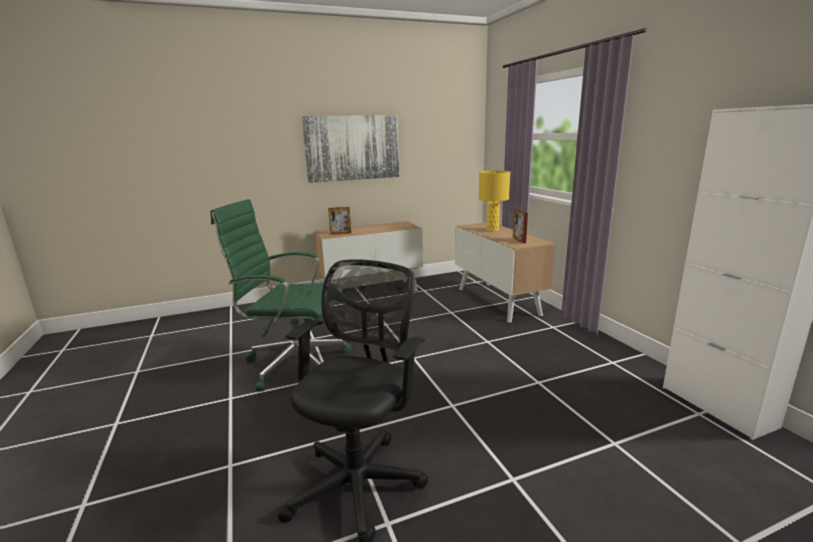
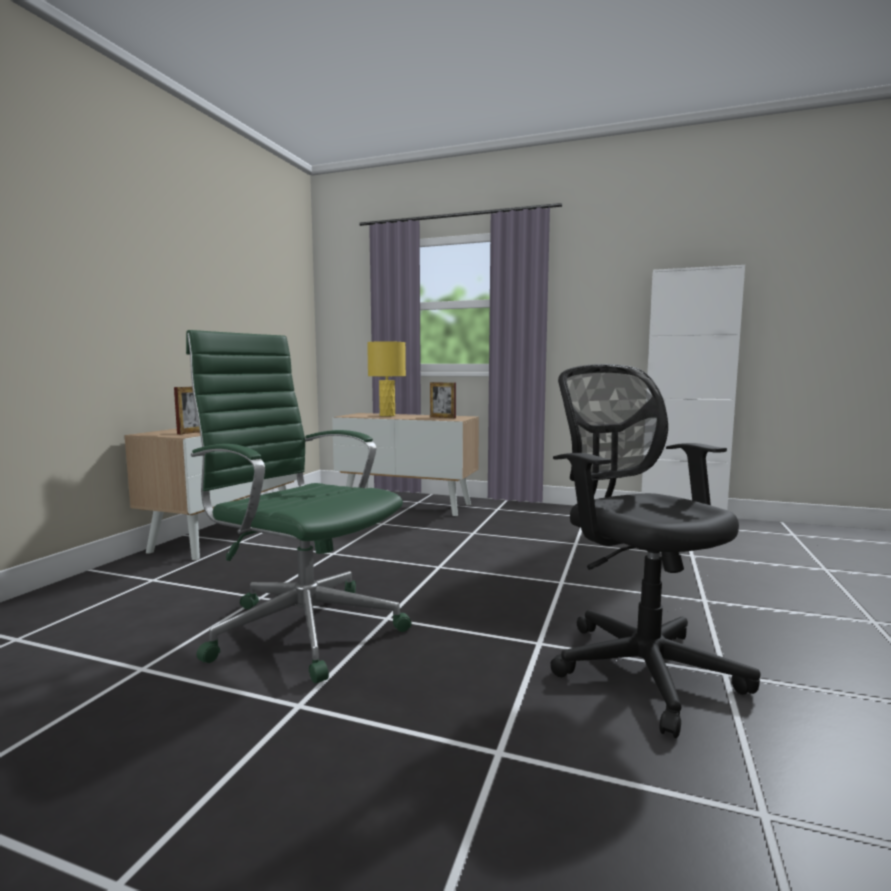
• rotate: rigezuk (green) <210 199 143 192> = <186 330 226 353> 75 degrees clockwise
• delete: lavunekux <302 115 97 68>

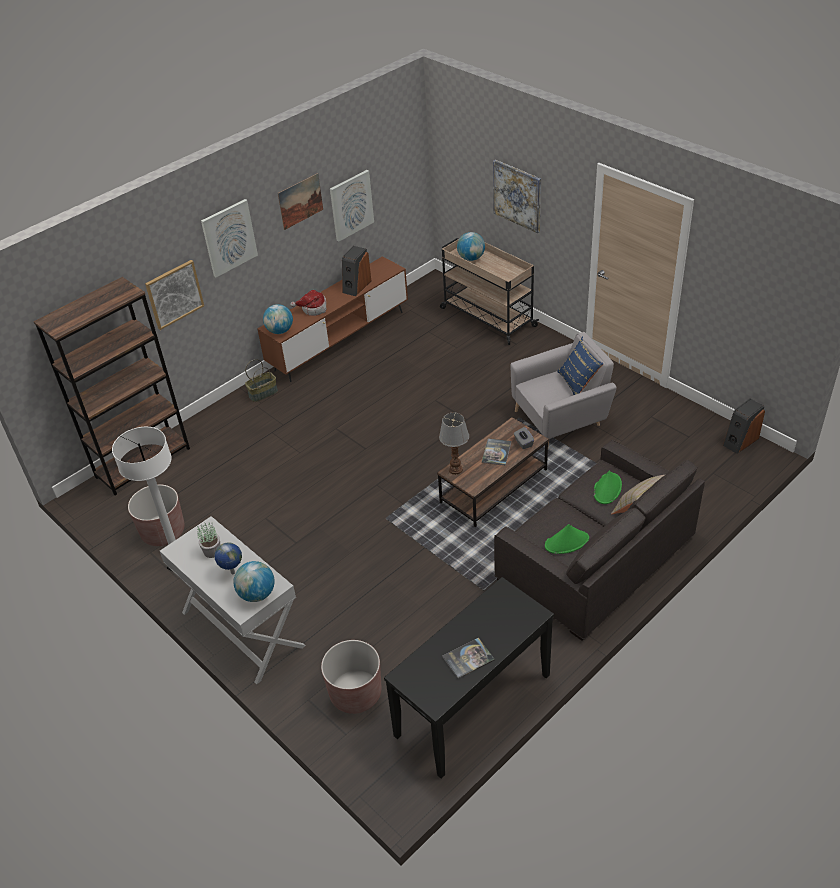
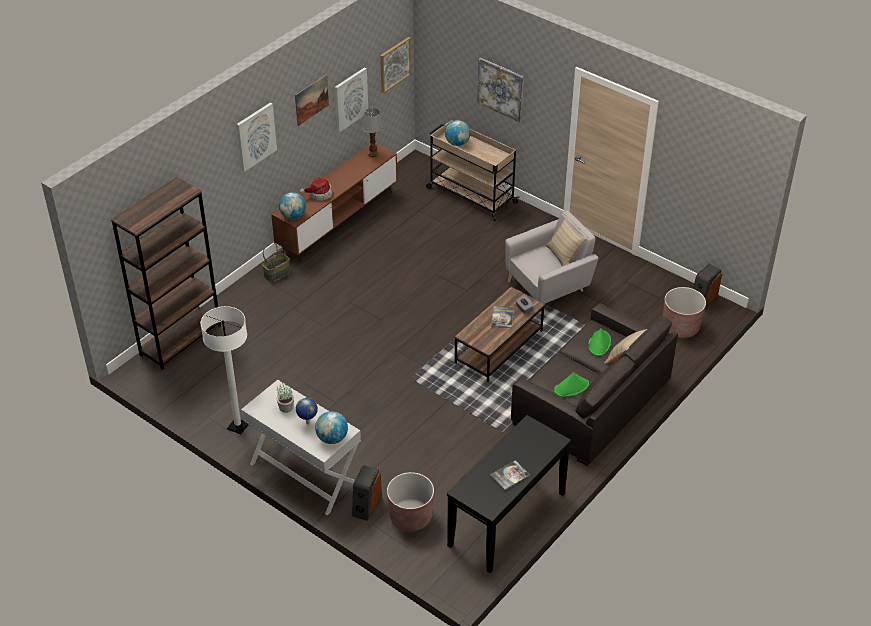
• move: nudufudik <342 246 29 50> to <352 465 30 56>
• move: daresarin <439 413 30 62> to <361 108 23 50>
• move: lavunekux <145 260 59 70> to <380 37 31 56>
• recolor: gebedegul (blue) <557 337 46 58> to gebedegul (beige) <545 215 42 51>
• move: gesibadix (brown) <128 484 57 62> to <663 287 43 51>

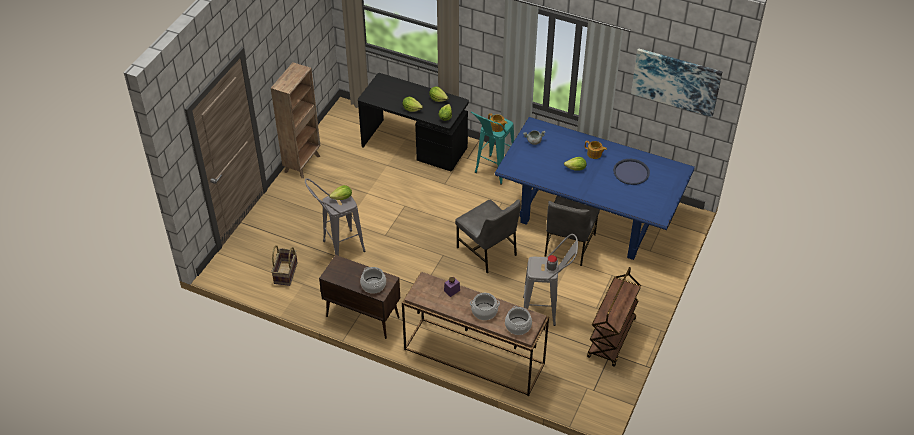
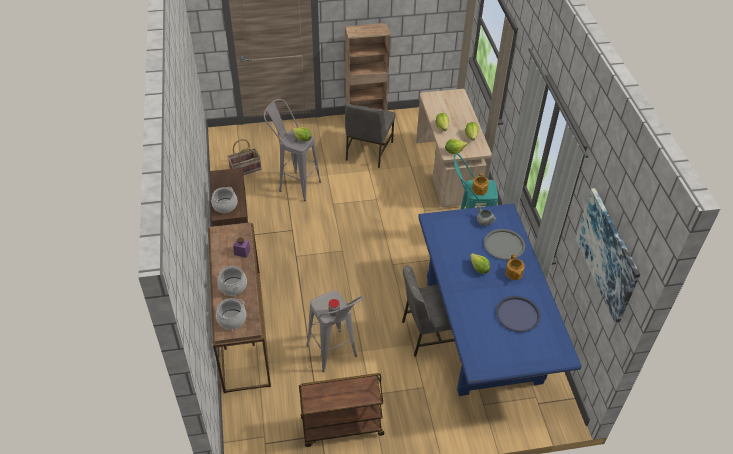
• move: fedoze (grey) <455 200 66 73> to <345 102 51 66>
• recolor: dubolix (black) <358 73 111 98> to dubolix (beige) <416 89 76 118>
• insert: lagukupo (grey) <484 229 41 31>

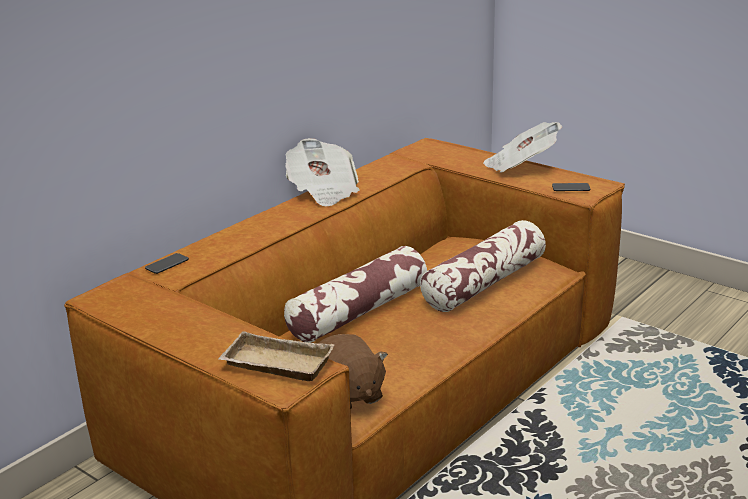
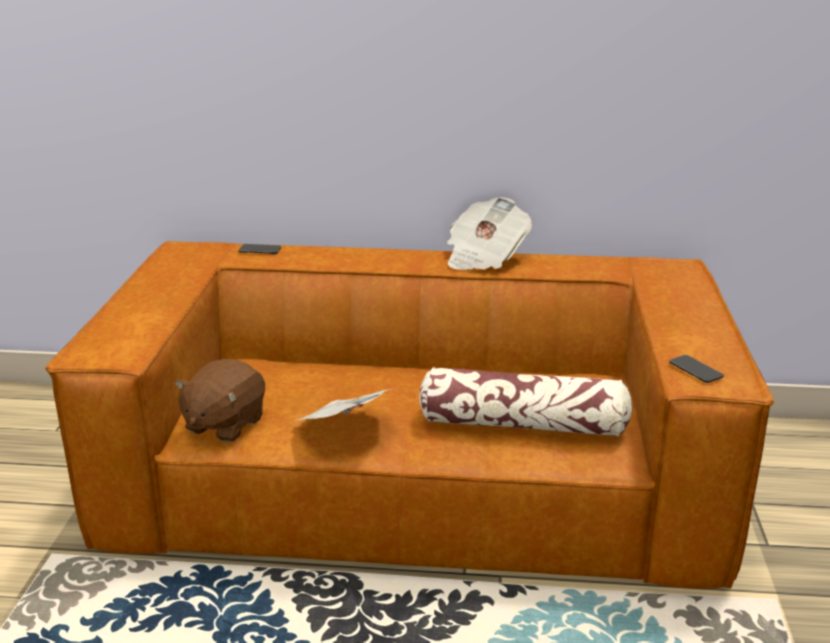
• move: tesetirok <483 122 79 50> to <295 388 99 33>
• delete: lagukupo (beige) <218 331 117 50>
• delete: gebedegul <284 246 143 97>

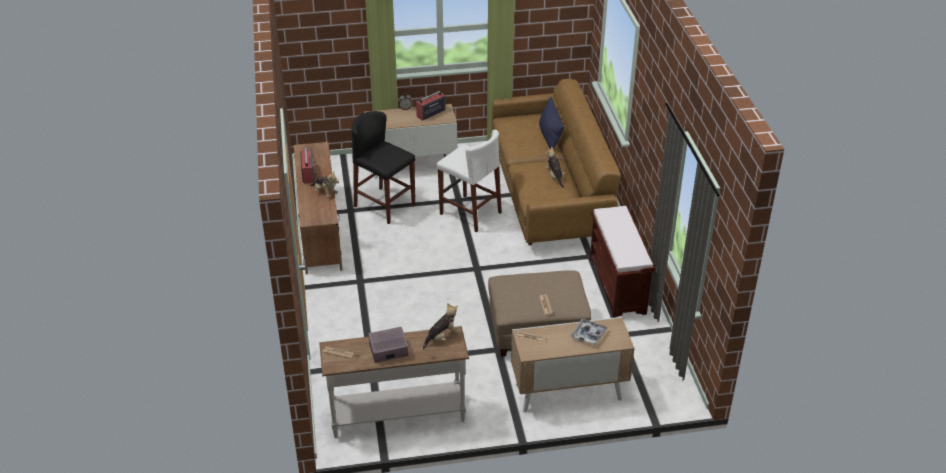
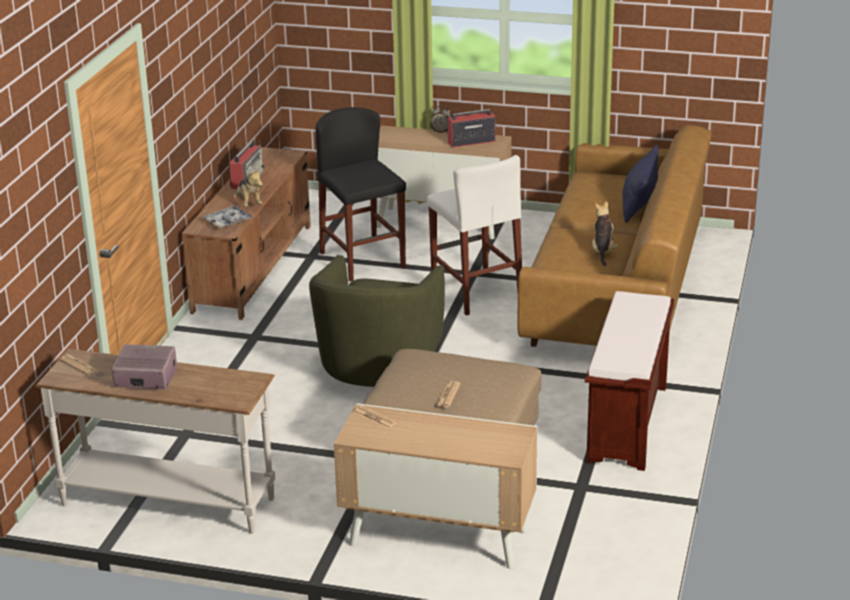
• move: lagukupo <571 319 37 27> to <202 206 52 23>
• insert: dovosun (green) <309 255 136 132>
• delete: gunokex <423 303 36 46>

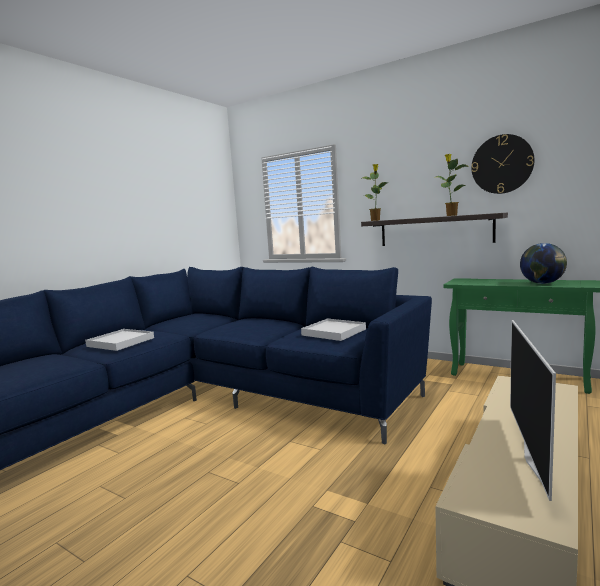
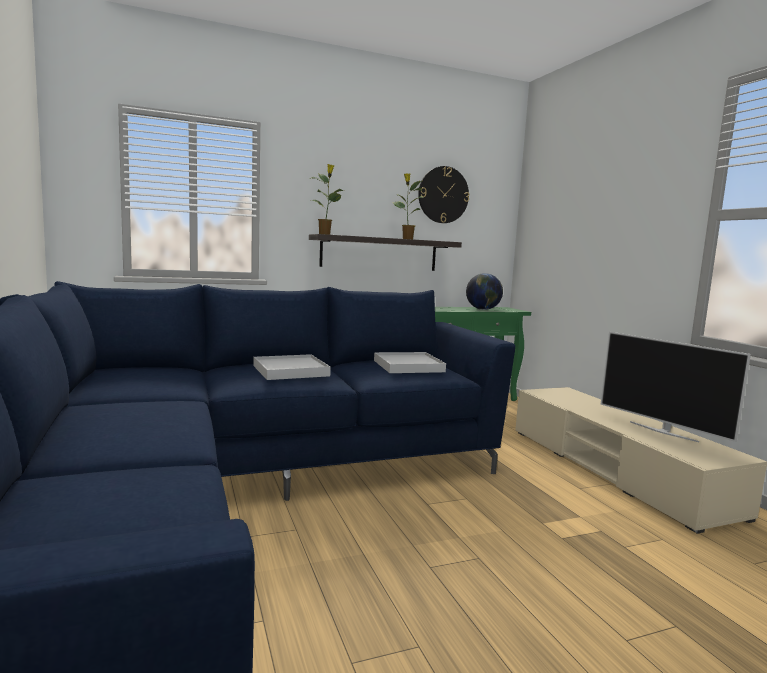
• move: lagukupo (white) <85 329 69 22> to <253 354 78 26>

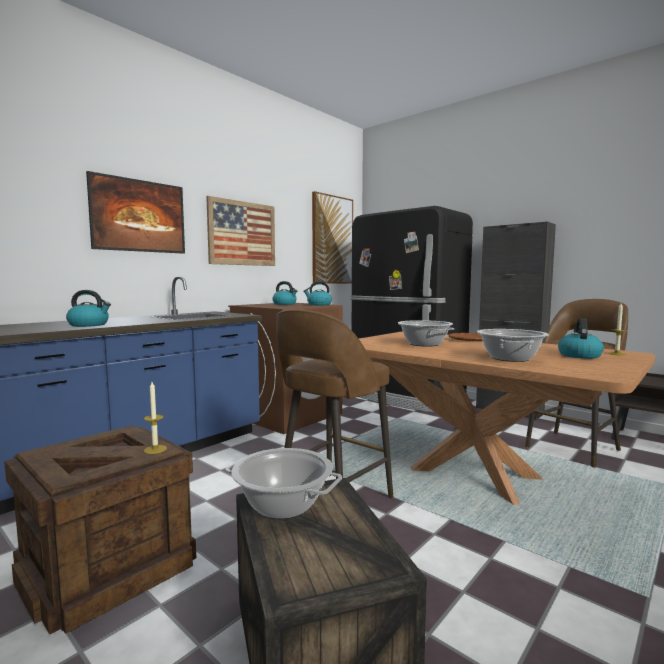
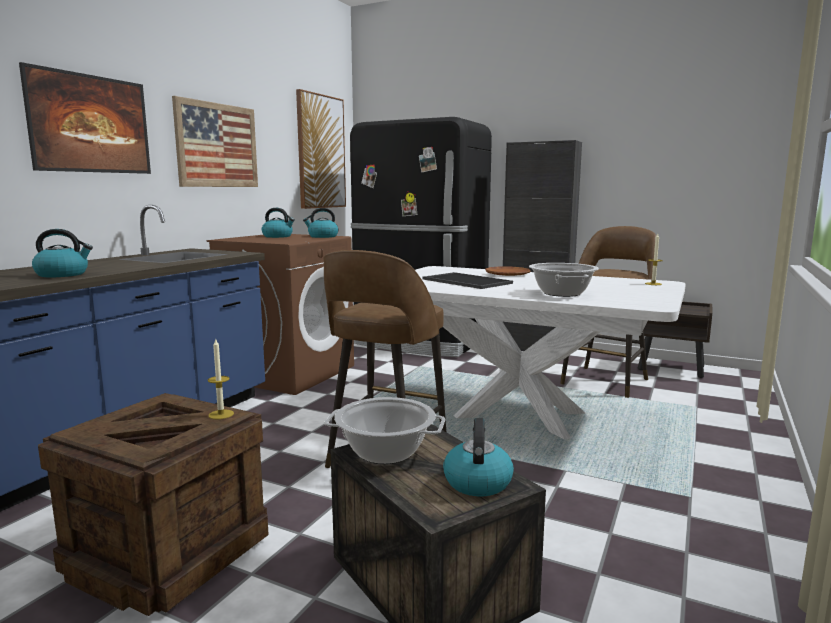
• recolor: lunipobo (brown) <359 331 296 174> to lunipobo (white) <415 266 271 173>
• replace: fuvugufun <398 320 56 27> to lagukupo <423 272 90 17>
• move: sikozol <558 318 46 41> to <443 418 71 78>

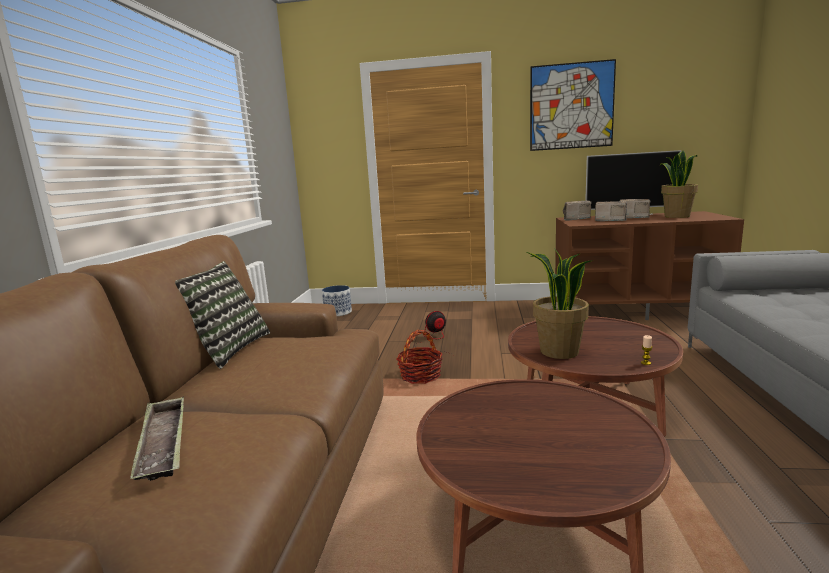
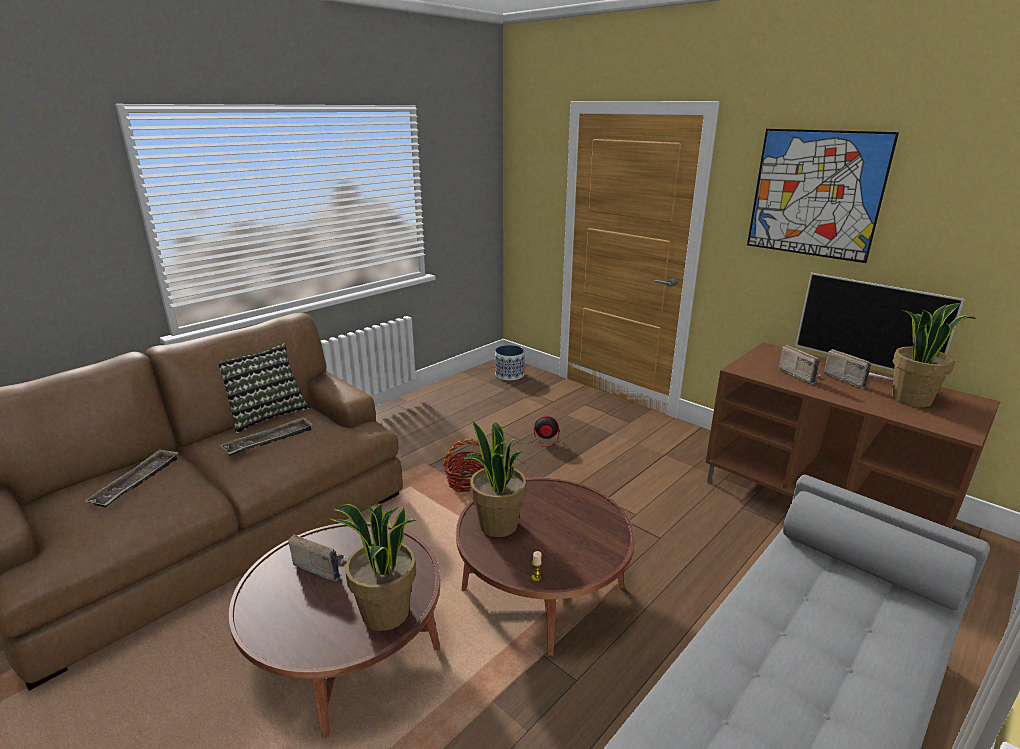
• insert: lagukupo <221 417 92 39>
• move: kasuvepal <563 201 28 20> to <288 534 59 48>
• insert: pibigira <328 503 88 128>

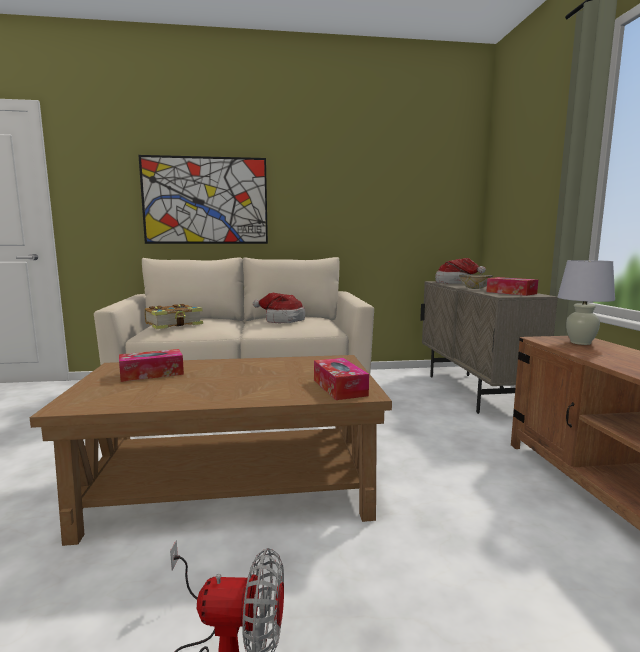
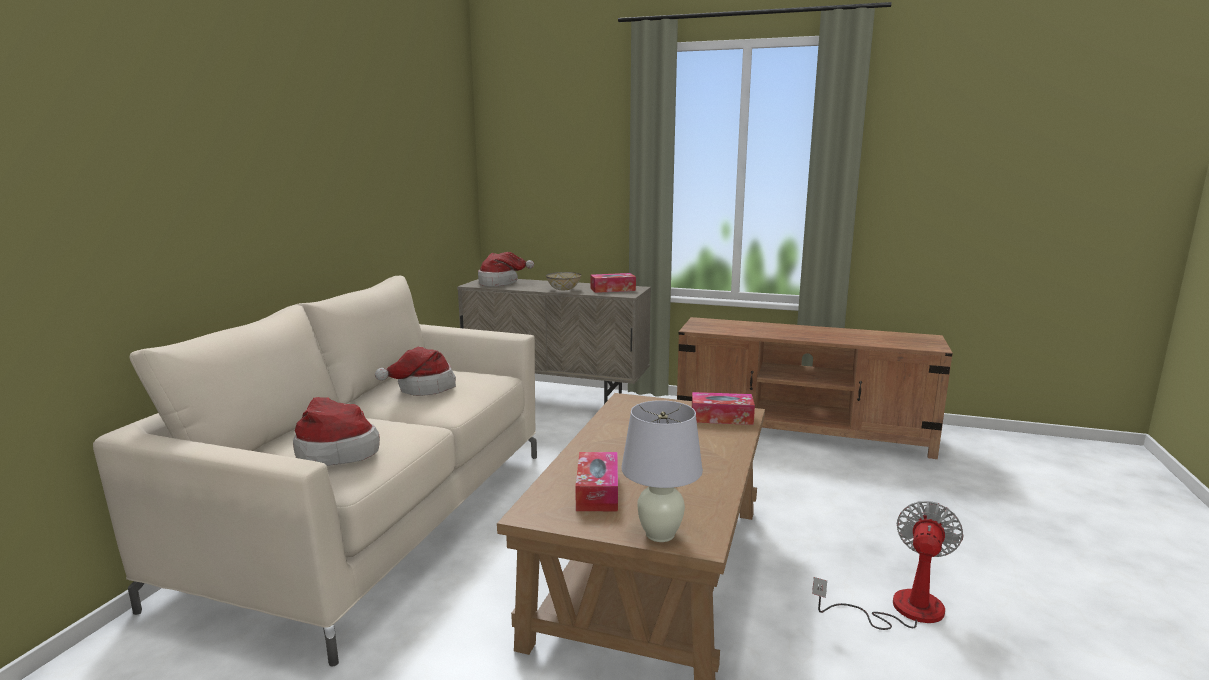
• replace: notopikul <145 304 58 25> to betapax <293 397 87 69>
• move: daresarin (white) <557 260 58 85> to <621 400 82 142>
• delete: lavunekux <139 155 129 89>

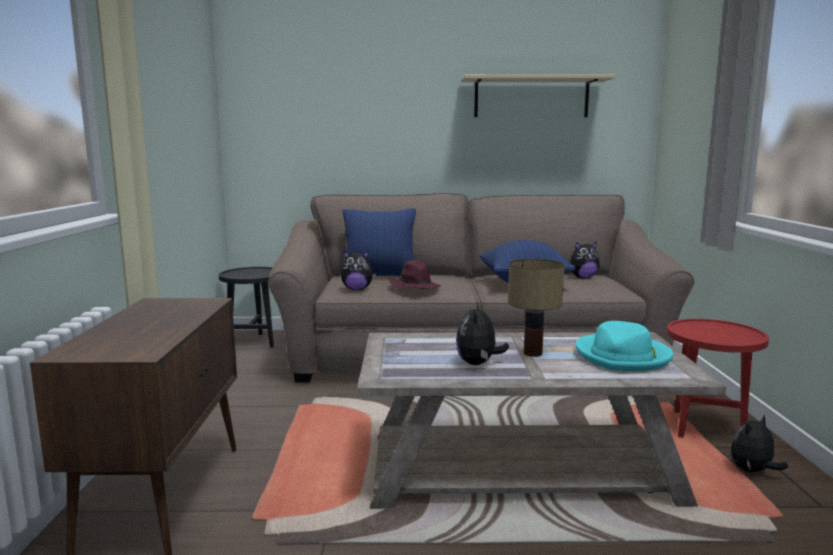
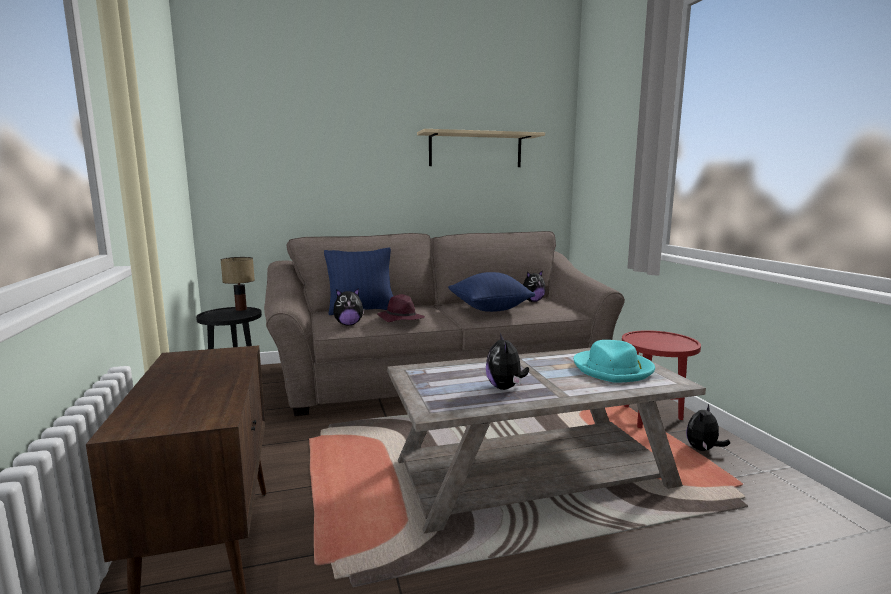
• move: daresarin <508 259 57 98> to <221 257 34 54>

